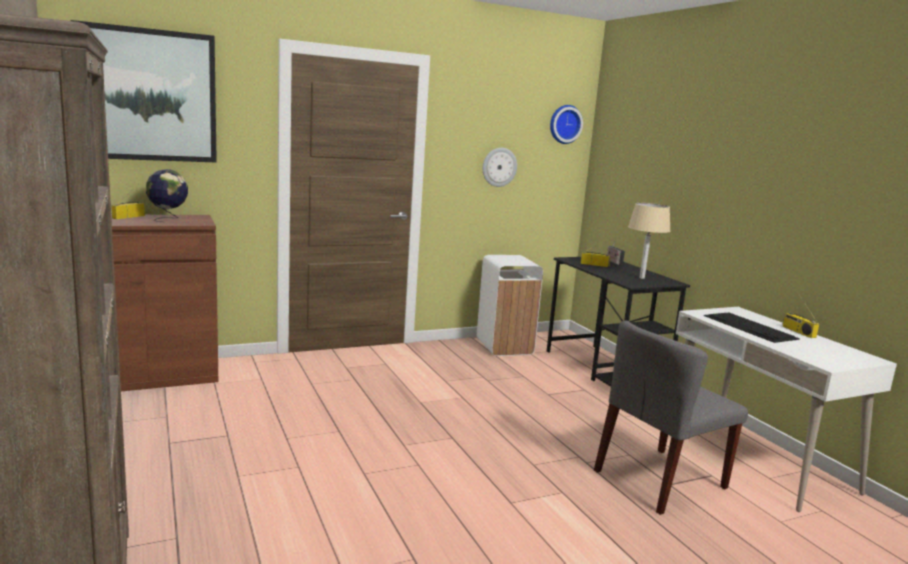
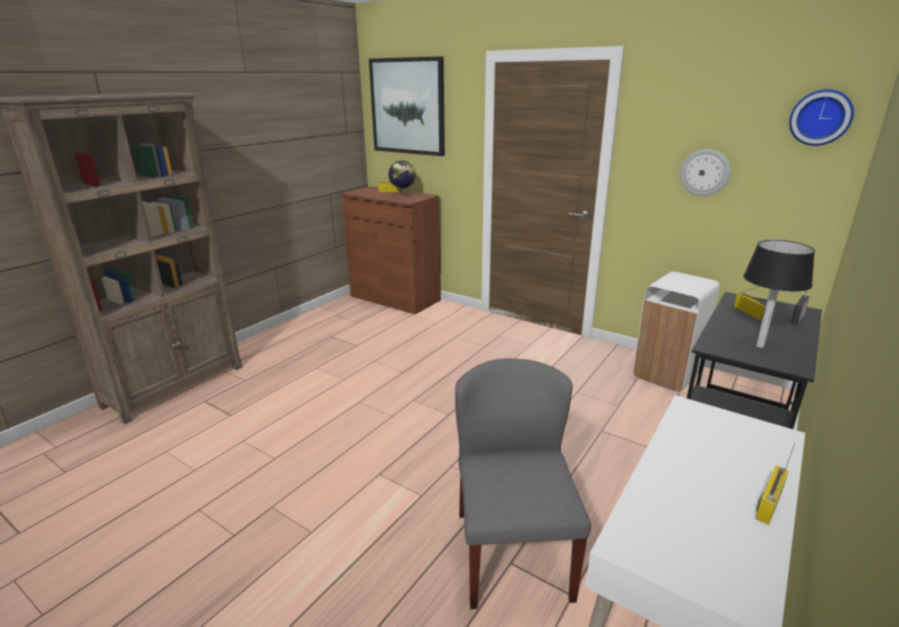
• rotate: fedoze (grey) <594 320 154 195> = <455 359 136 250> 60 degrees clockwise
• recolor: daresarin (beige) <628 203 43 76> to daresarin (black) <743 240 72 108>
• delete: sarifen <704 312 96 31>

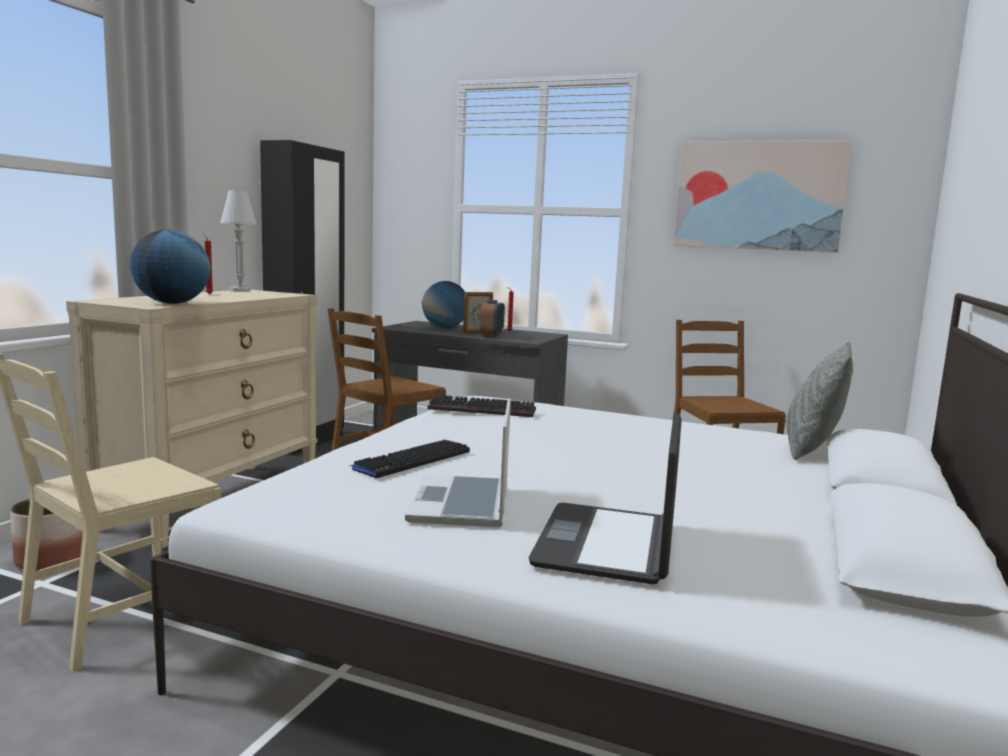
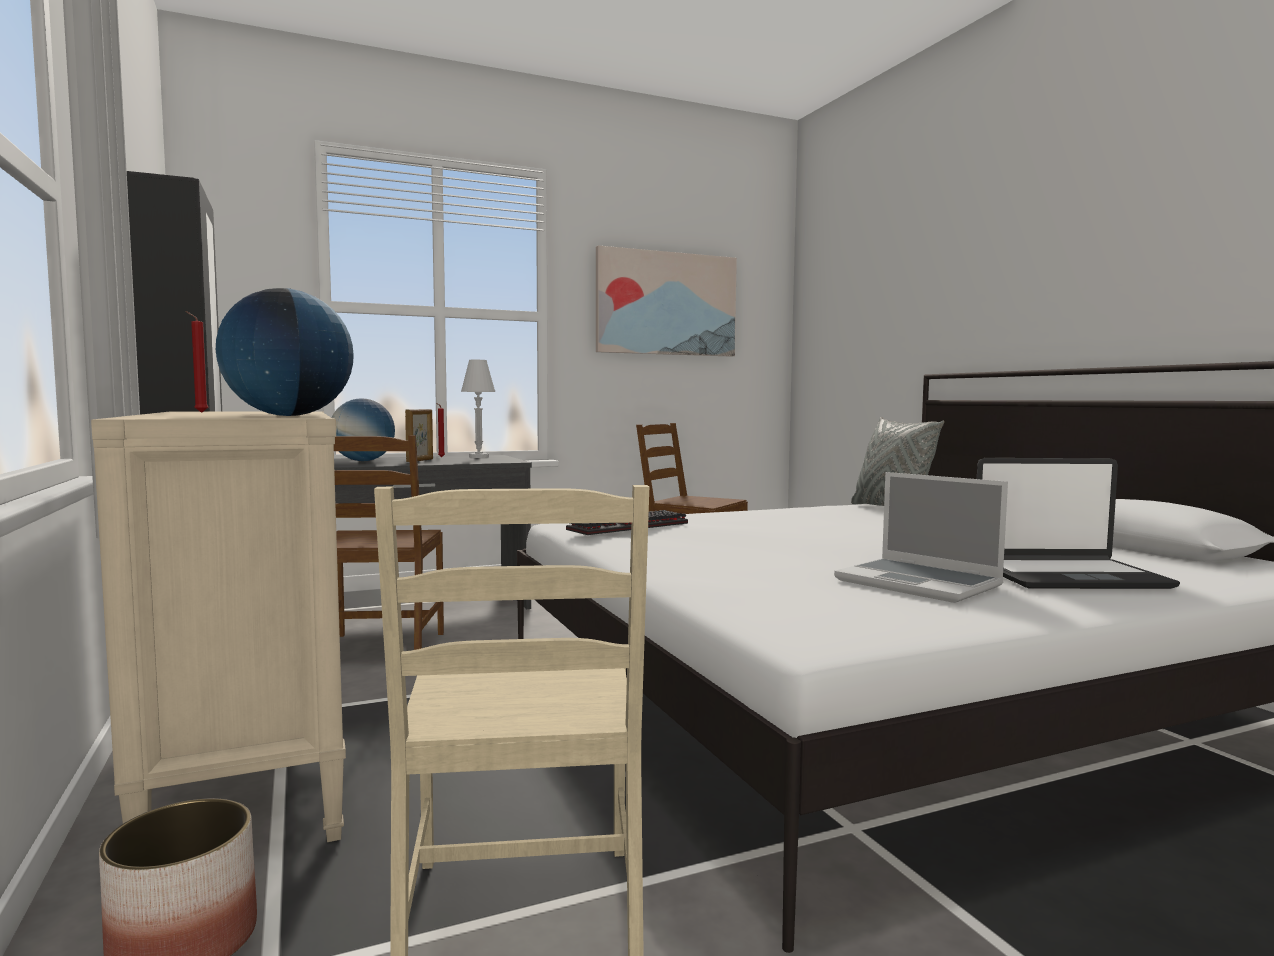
• move: daresarin (white) <220 190 37 102> to <461 360 34 98>
• rotate: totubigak <528 412 154 172> = <977 458 203 131> 60 degrees counterclockwise
• delete: sarifen <350 440 120 39>
• delete: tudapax <480 300 25 38>

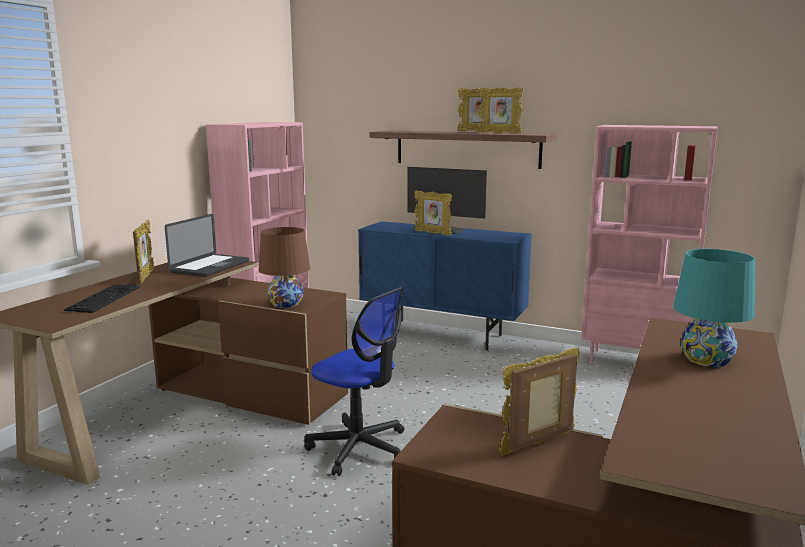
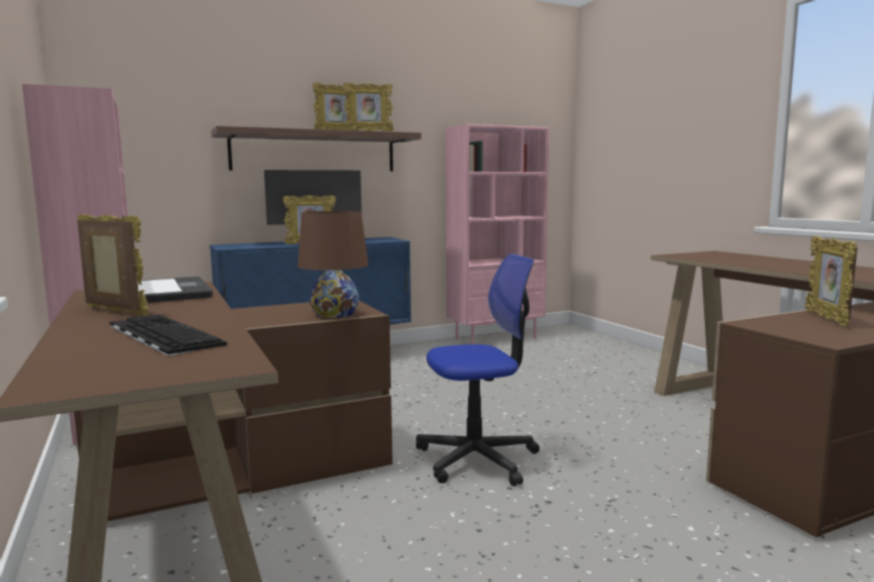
• delete: daresarin (turquoise) <673 249 82 118>

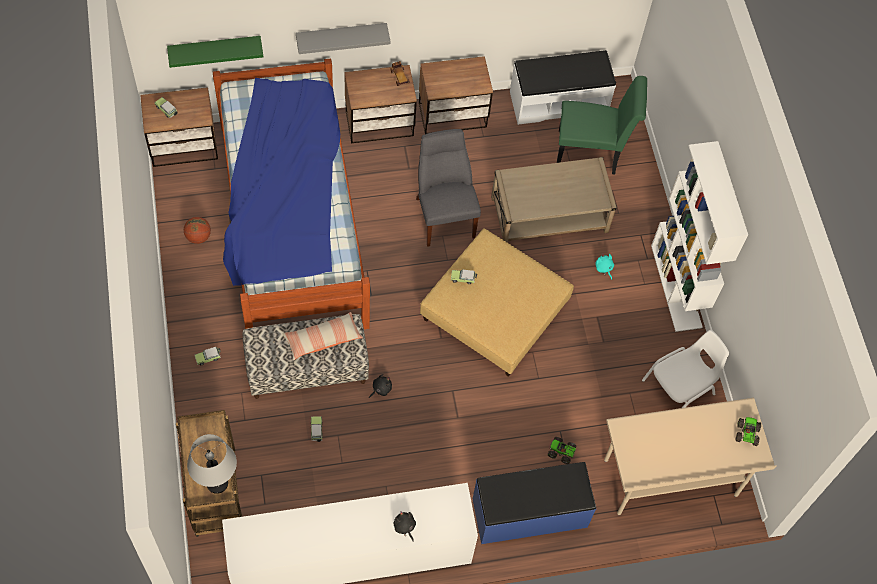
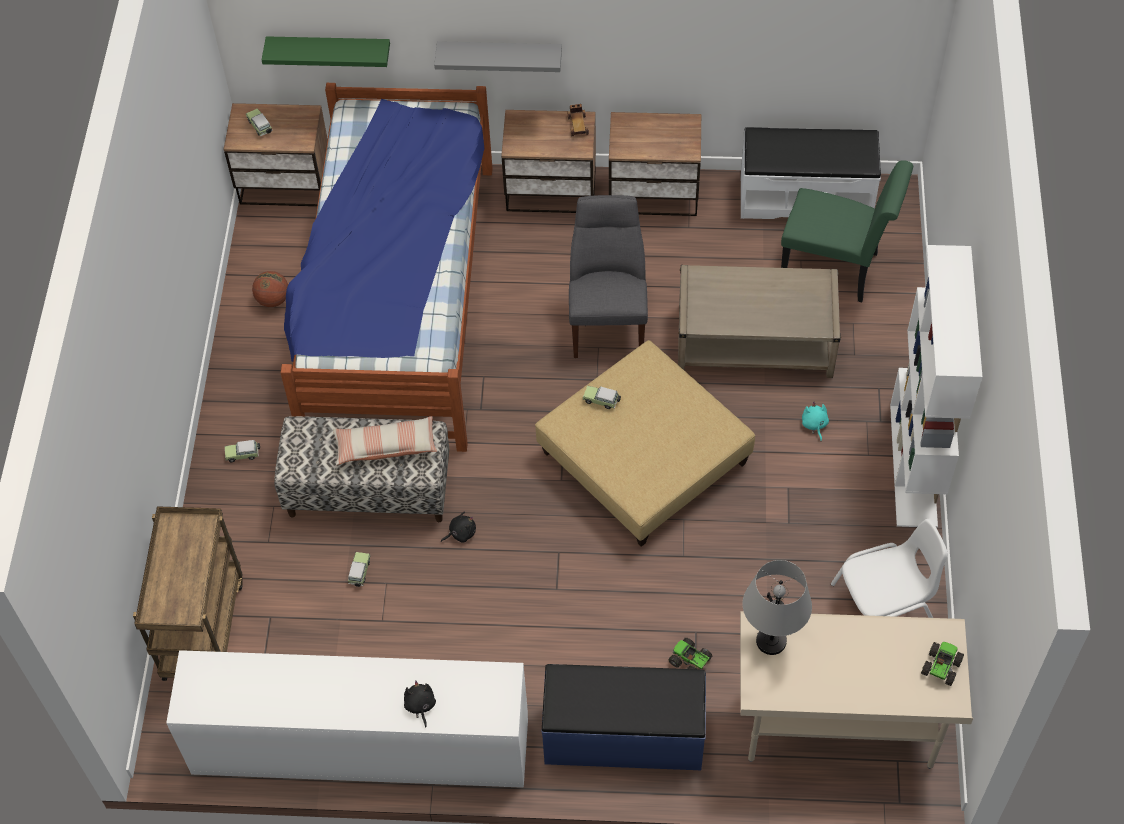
• move: daresarin (grey) <187 434 50 60> to <743 560 69 95>

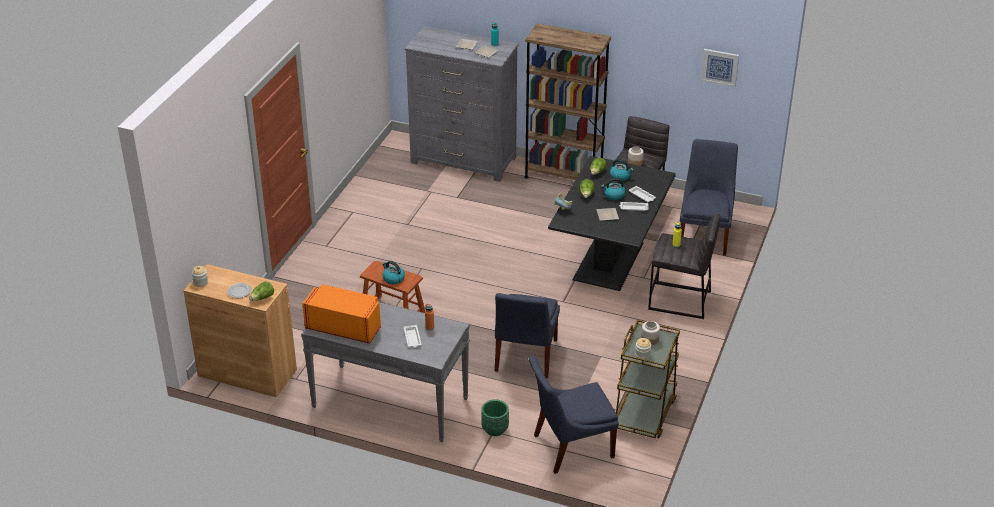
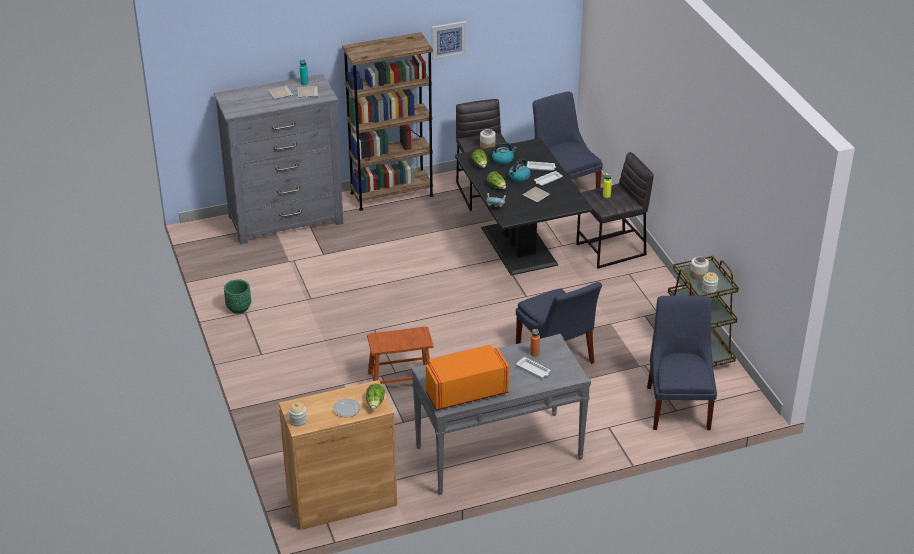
• move: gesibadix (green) <481 399 28 37> to <224 279 27 35>
• move: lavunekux <701 49 38 38> to <431 21 36 39>
• rotate: fedoze (blue) <529 356 90 118> = <647 295 70 135> 150 degrees clockwise
• delete: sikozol <382 261 23 23>

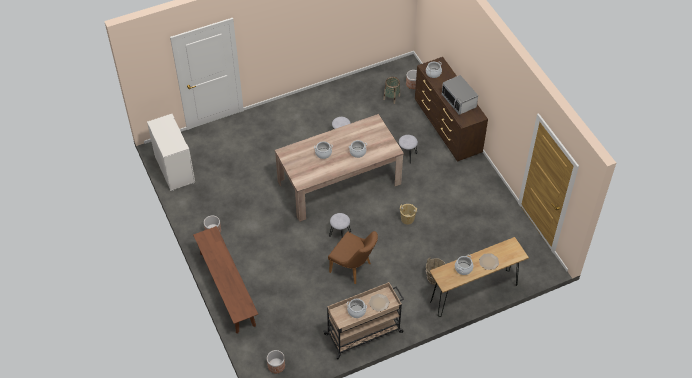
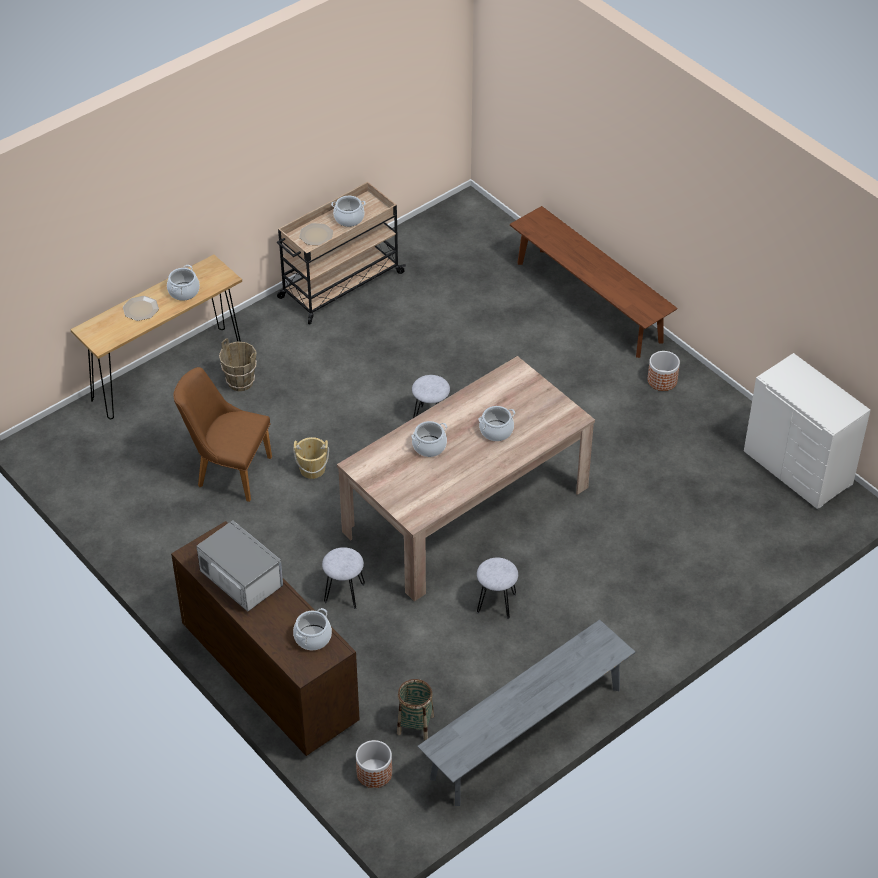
• move: fedoze (brown) <328 231 50 53> to <173 367 99 135>
• insert: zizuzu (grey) <418 619 217 187>
• delete: gesibadix <267 350 18 23>

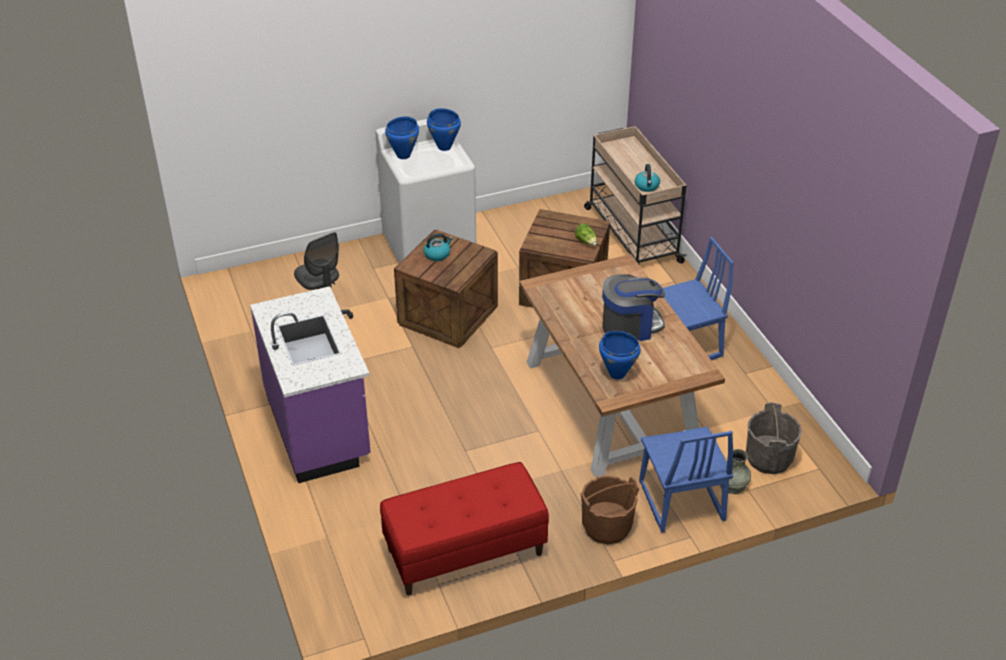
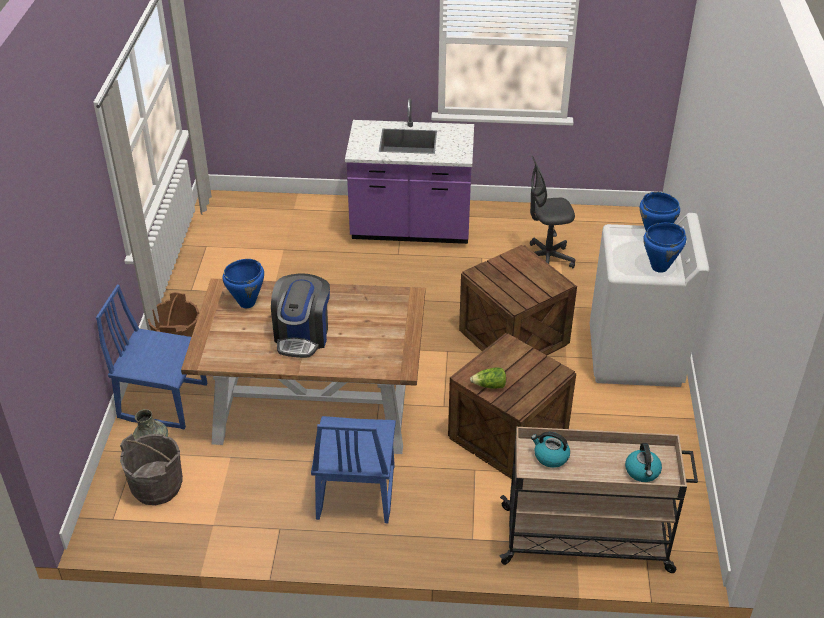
• move: sikozol <424 233 29 28> to <625 443 37 39>
• delete: zizuzu (red) <380 462 169 133>

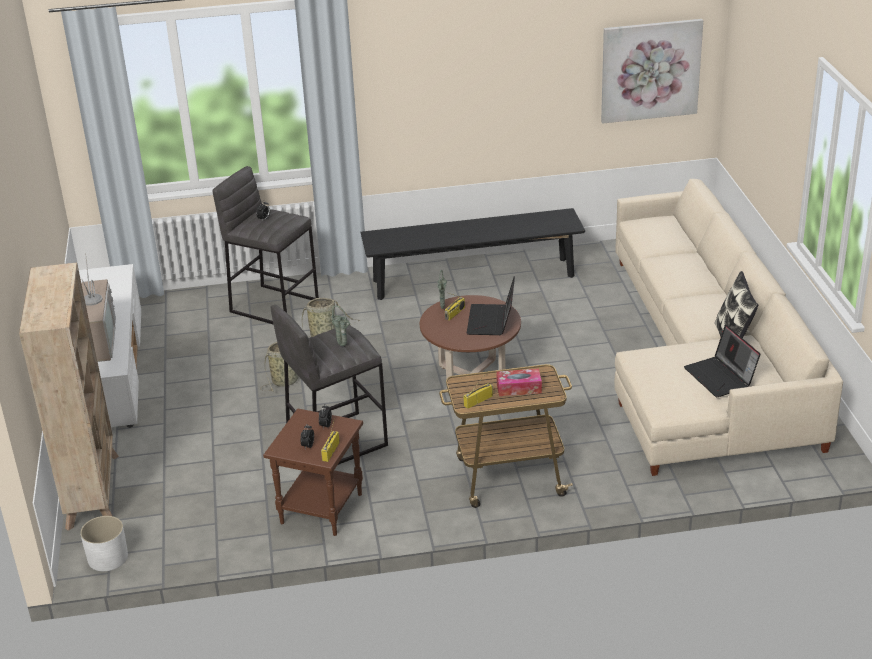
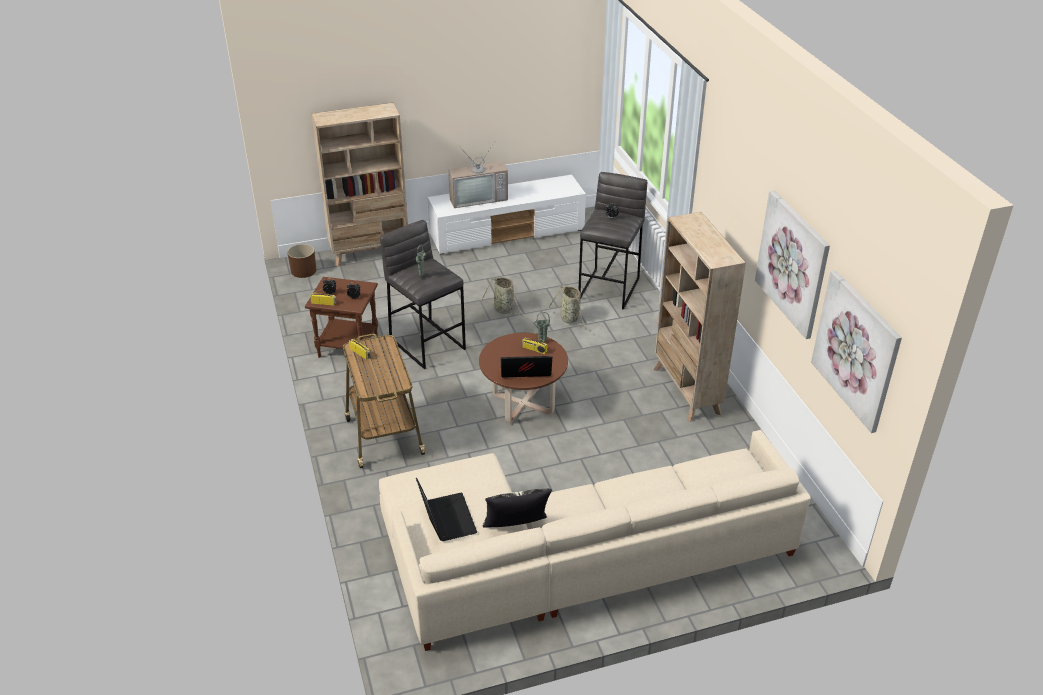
• recolor: gesibadix (white) <80 516 48 55> to gesibadix (brown) <287 244 29 34>
• rotate: totubigak <684 325 77 72> = <416 478 61 63> 105 degrees clockwise
• replace: zizuzu (black) <360 208 225 92> to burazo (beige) <654 212 92 210>
• insert: lavunekux <755 190 75 149>
• delete: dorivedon <496 369 46 27>

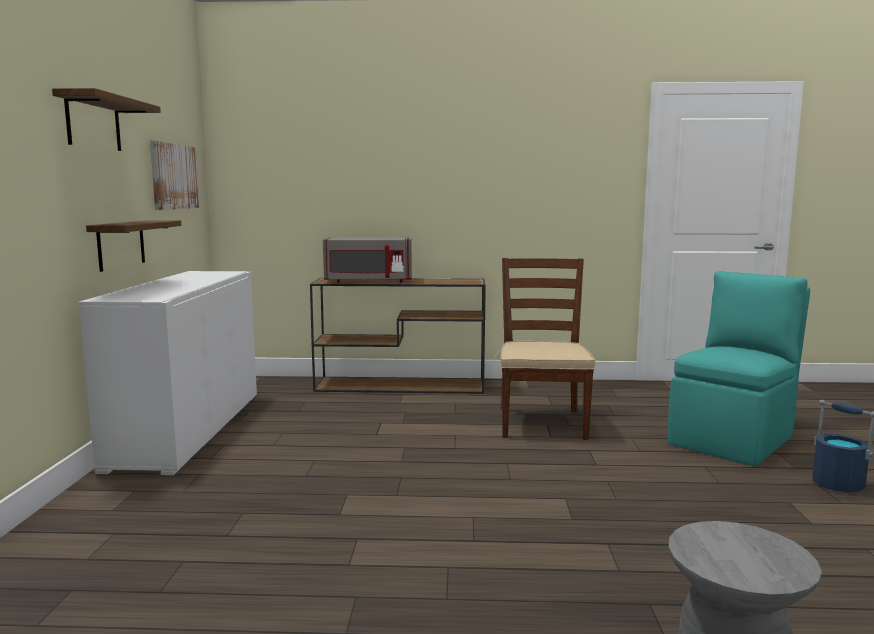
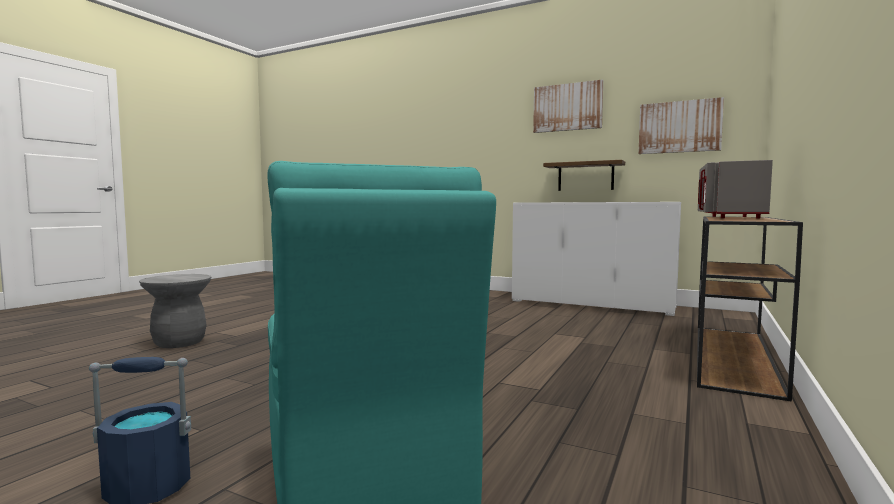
• replace: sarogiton <52 88 109 63> to lavunekux <533 80 70 53>
• delete: fedoze (brown) <493 258 102 182>

